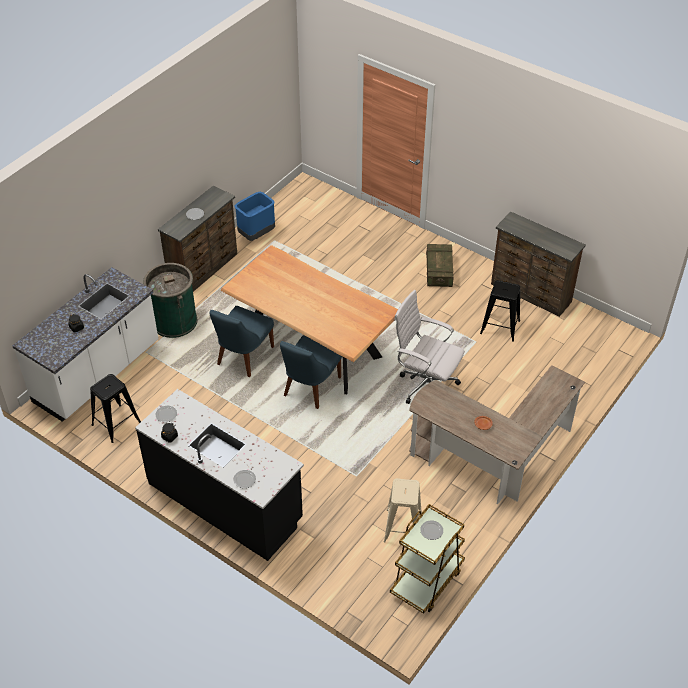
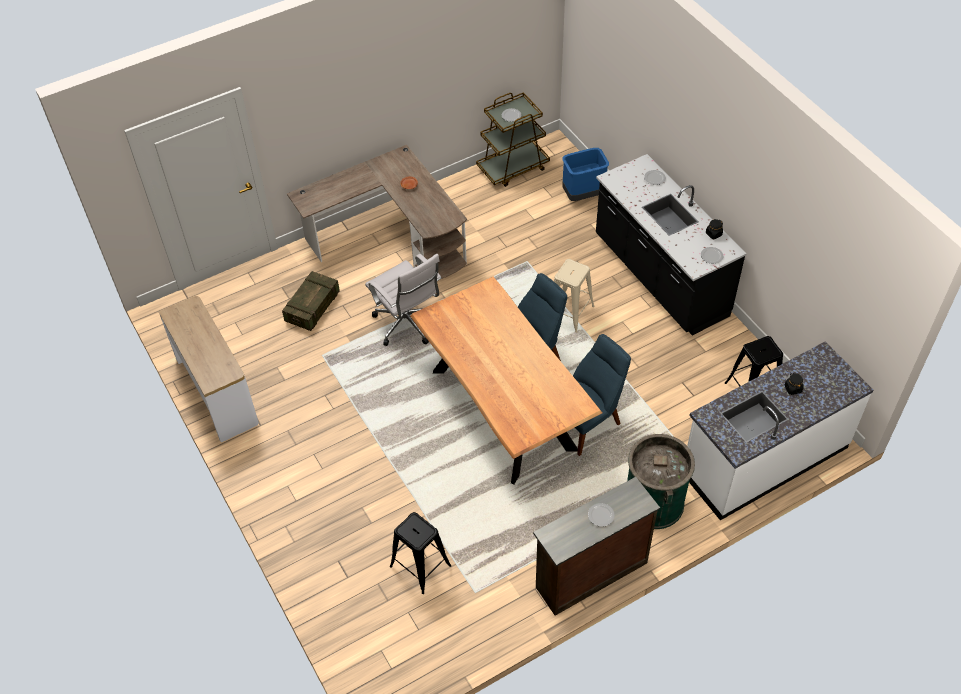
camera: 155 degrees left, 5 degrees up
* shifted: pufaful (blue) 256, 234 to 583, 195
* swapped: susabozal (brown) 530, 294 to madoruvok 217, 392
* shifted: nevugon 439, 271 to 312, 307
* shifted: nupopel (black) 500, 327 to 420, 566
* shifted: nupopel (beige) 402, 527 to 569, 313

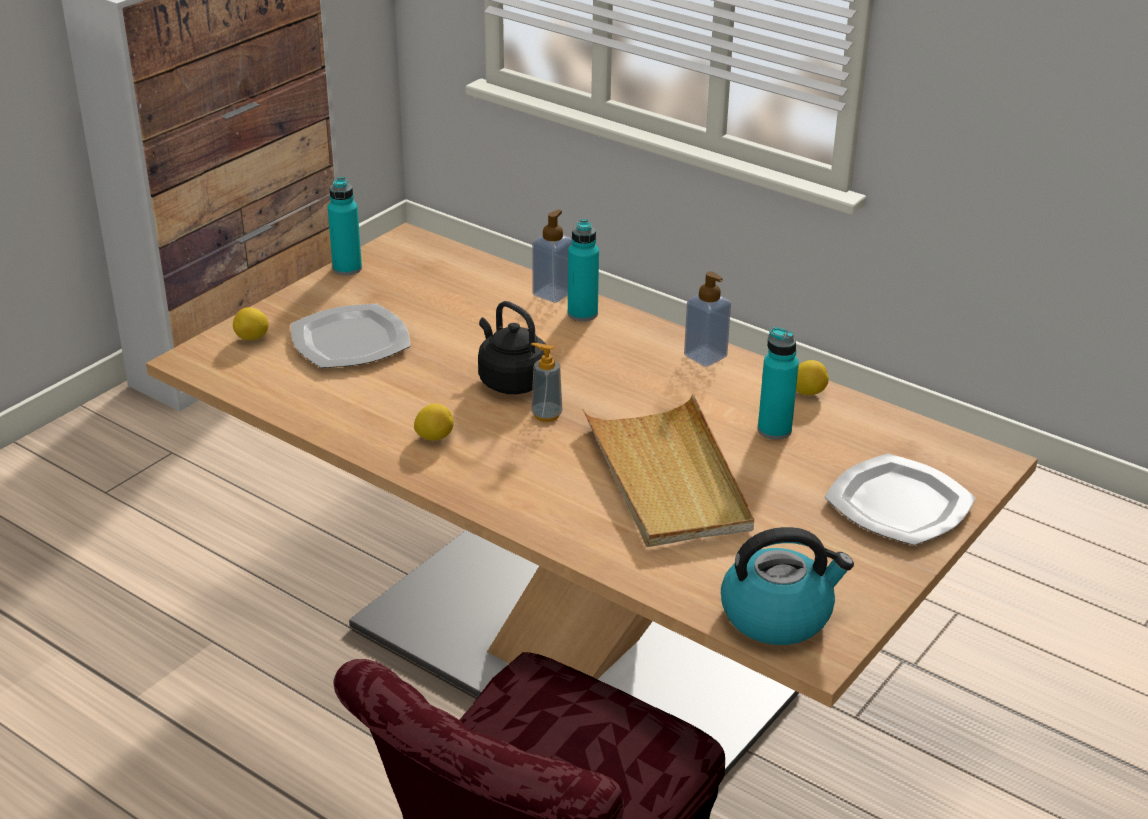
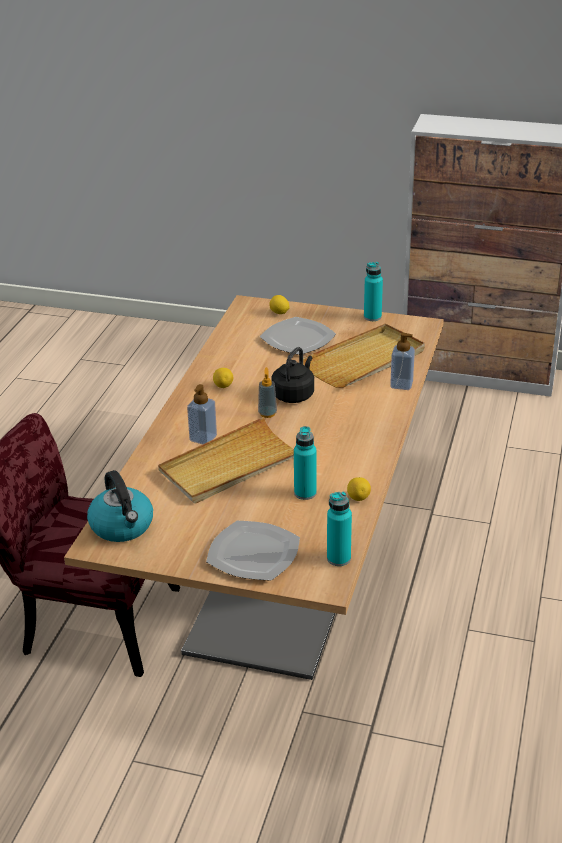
camera: 70 degrees right, 0 degrees up
* shifted: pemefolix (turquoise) 582, 314 to 338, 558
* shifted: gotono 705, 356 to 203, 438
* new: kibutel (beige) 365, 360

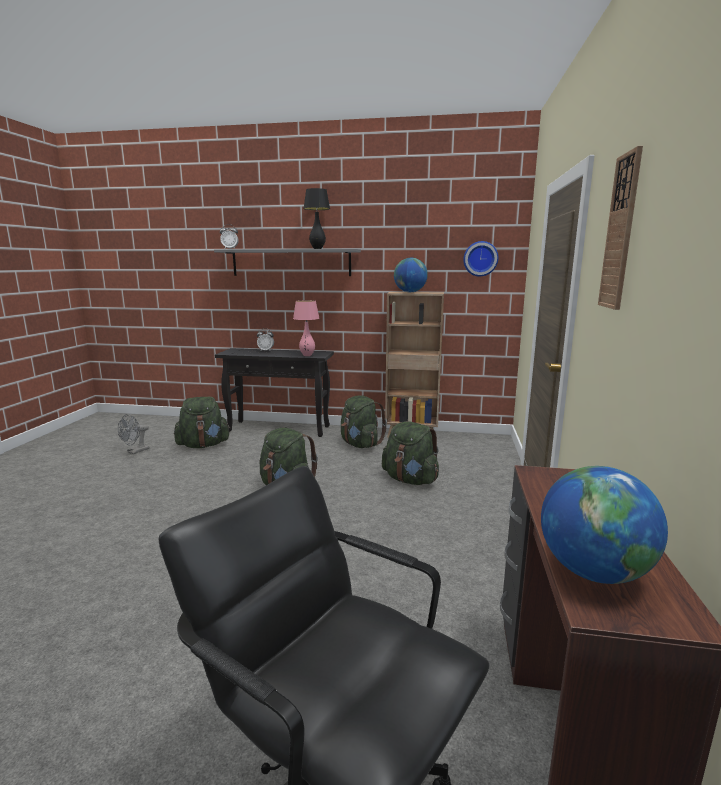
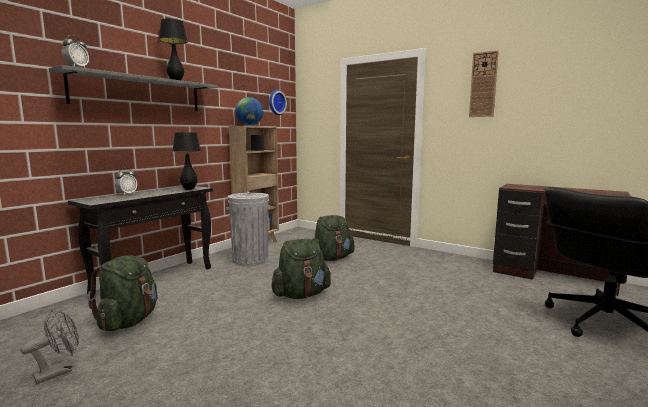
camera: 65 degrees left, 5 degrees down
* repainted: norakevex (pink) 307, 355 to norakevex (black) 189, 189
* swapped: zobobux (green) 360, 444 to pufaful (grey) 250, 260
* rotated: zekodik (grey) 135, 451 = 59, 371 105 degrees counterclockwise
* gone: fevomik 593, 572

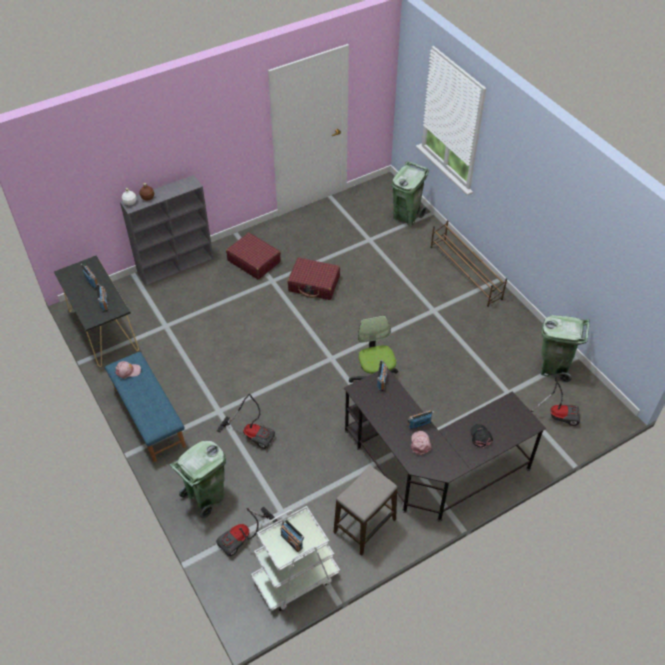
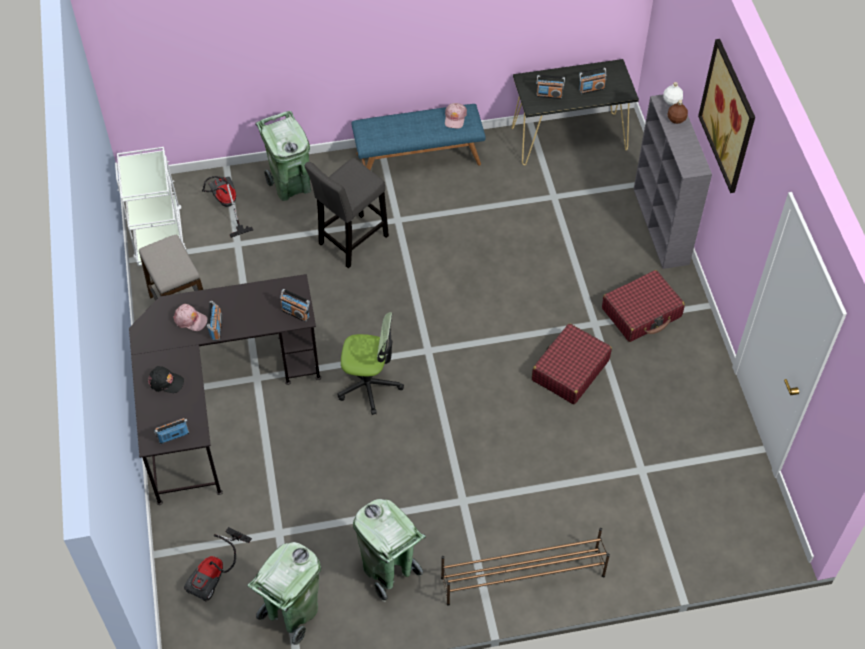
camera: 110 degrees right, 5 degrees up
* shifted: pufaful (green) 406, 216 to 388, 570
* swapped: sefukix 252, 434 to nupopel (grey) 351, 242
* shifted: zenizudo 292, 541 to 173, 436
* new: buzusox 728, 116

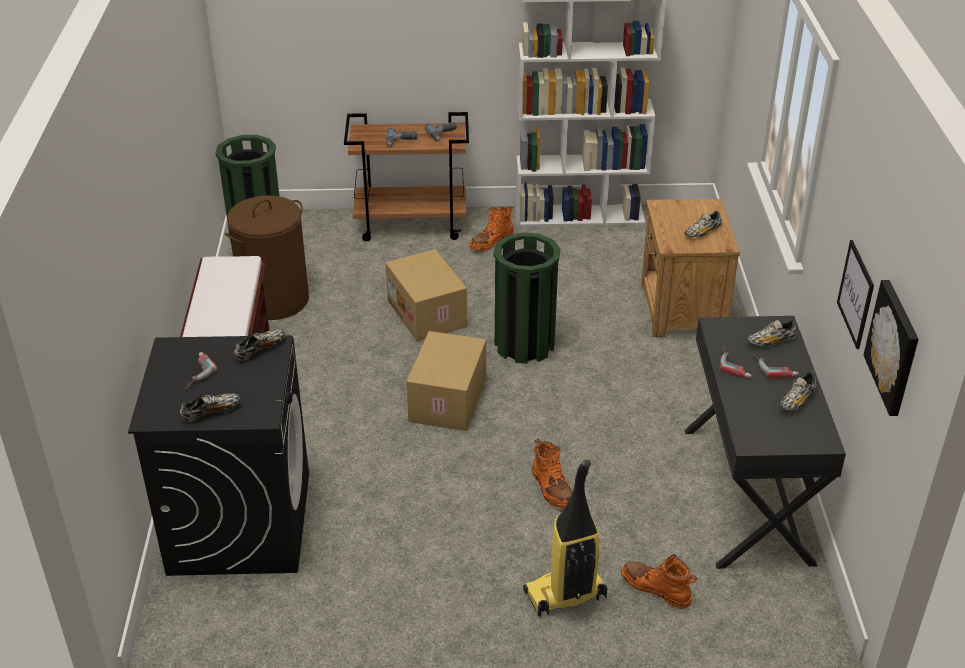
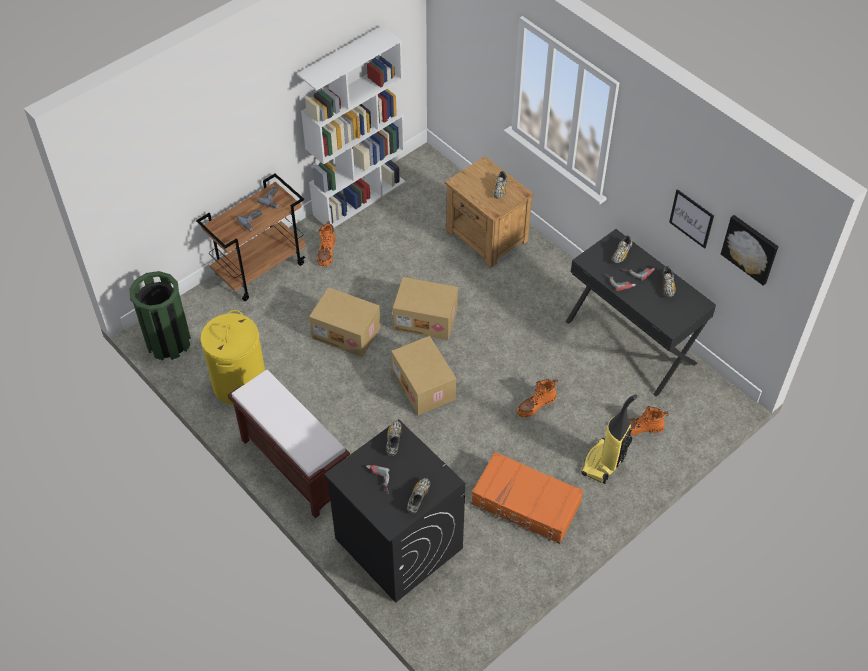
camera: 40 degrees left, 15 degrees up
* repainted: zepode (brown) 274, 300 to zepode (yellow) 239, 383
* swapped: pufaful (green) 524, 344 to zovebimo 426, 318
* rotated: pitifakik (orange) 552, 488 = 536, 405 120 degrees clockwise
* new: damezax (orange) 526, 504

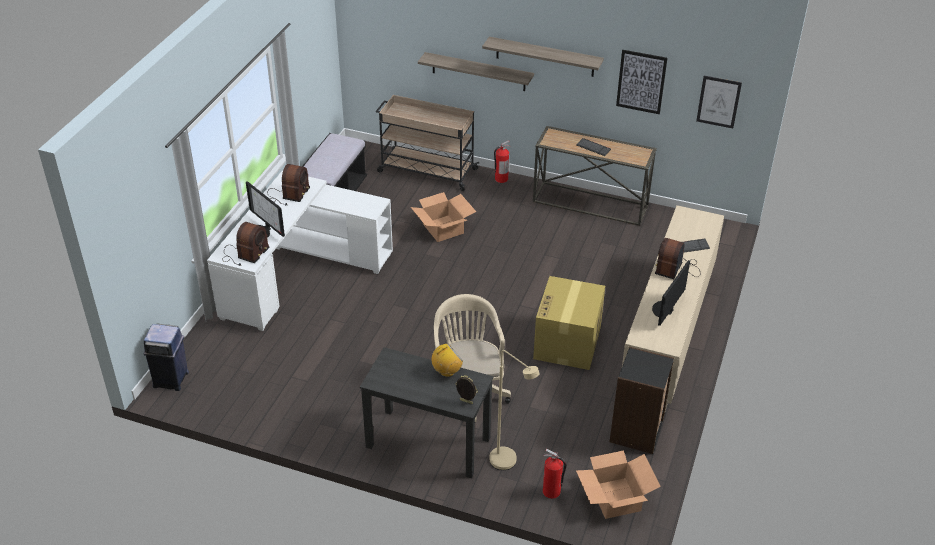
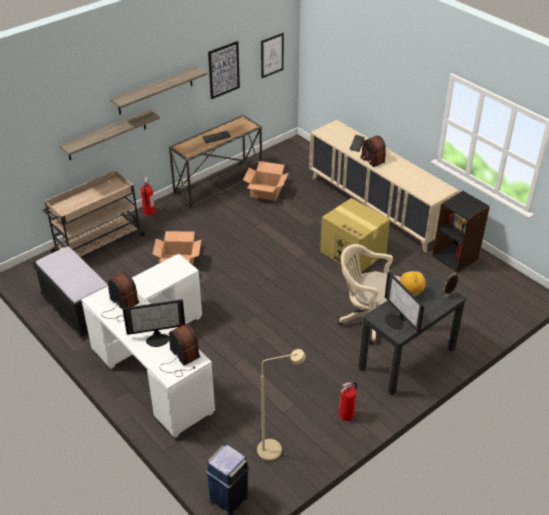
camera: 60 degrees left, 0 degrees up
* shifted: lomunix 664, 310 to 396, 320
* shifted: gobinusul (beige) 508, 464 to 276, 449
* shifted: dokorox 551, 492 to 346, 415
* shifted: zovebimo 615, 498 to 266, 192

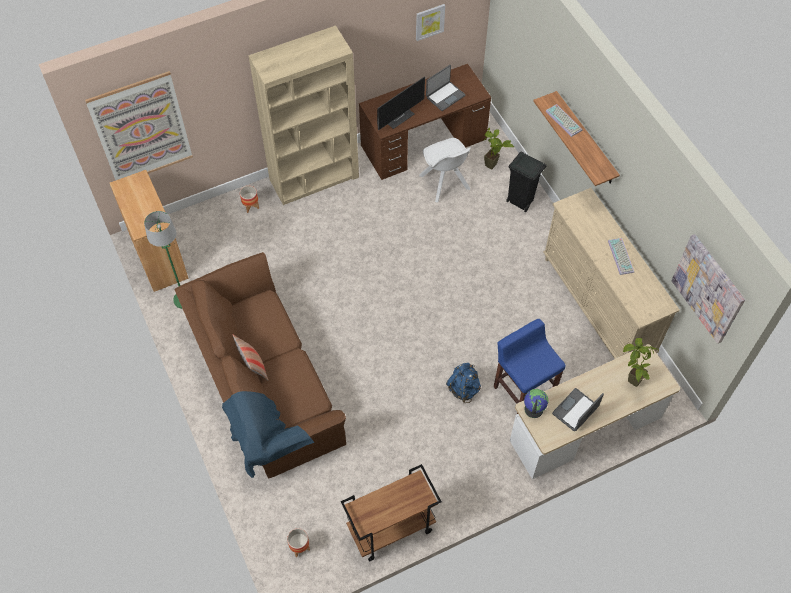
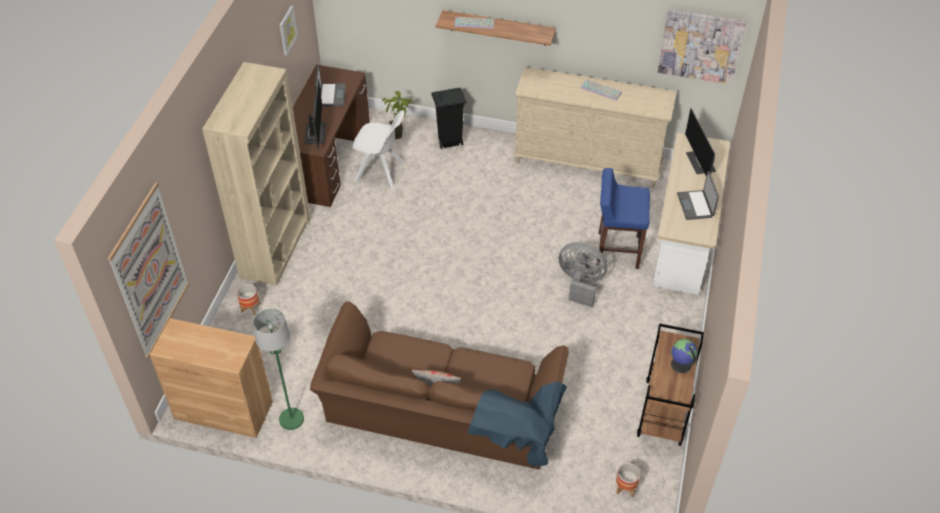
camera: 50 degrees left, 10 degrees down
* swapped: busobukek 630, 383 to lomunix 701, 163
* swapped: zobobux (blue) 463, 388 to zekodik (grey) 580, 284
* shifted: fevomik 533, 409 to 680, 365

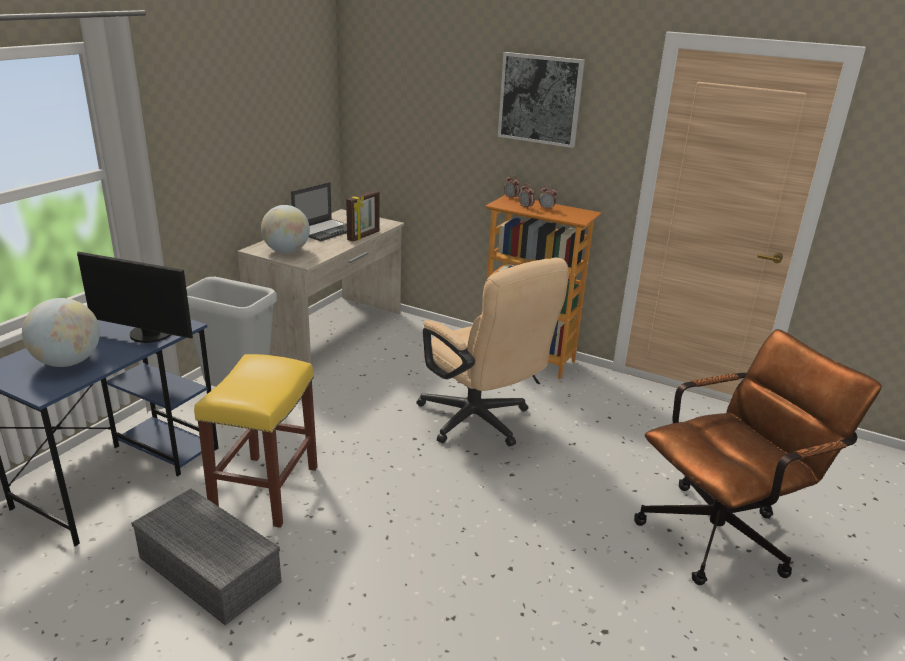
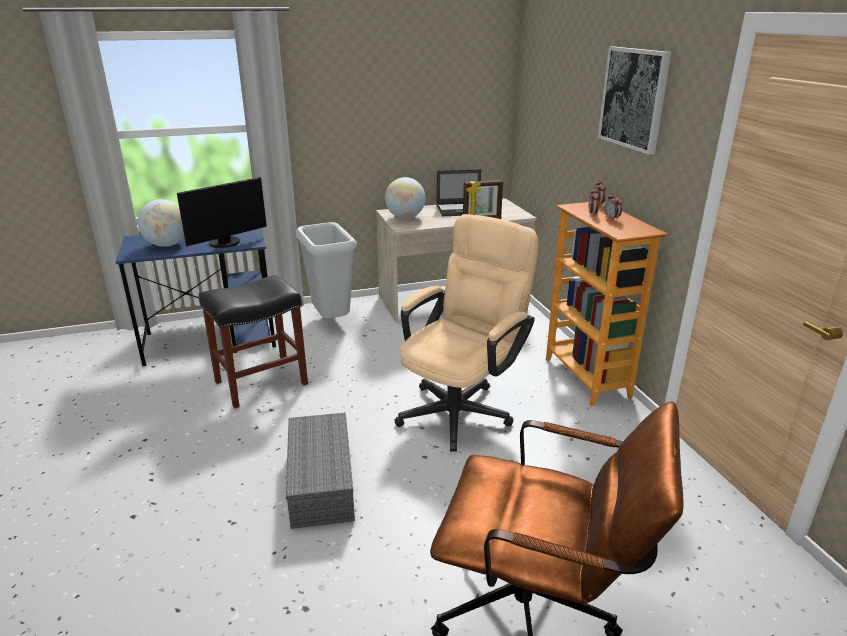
camera: 45 degrees right, 0 degrees up
* rotated: lomunix 148, 335 = 226, 243 105 degrees counterclockwise
* rotated: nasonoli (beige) 480, 423 = 462, 408 150 degrees counterclockwise
* repainted: nupopel (yellow) 266, 491 to nupopel (black) 260, 383
* shifted: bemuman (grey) 212, 569 to 322, 483

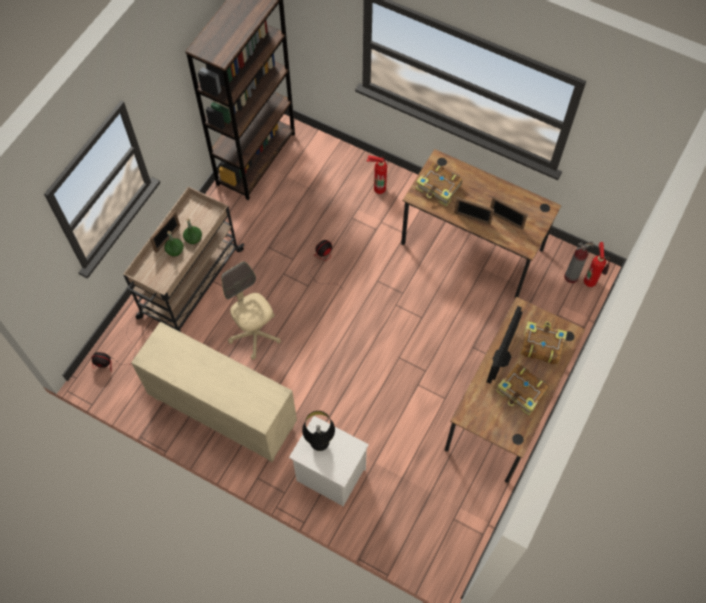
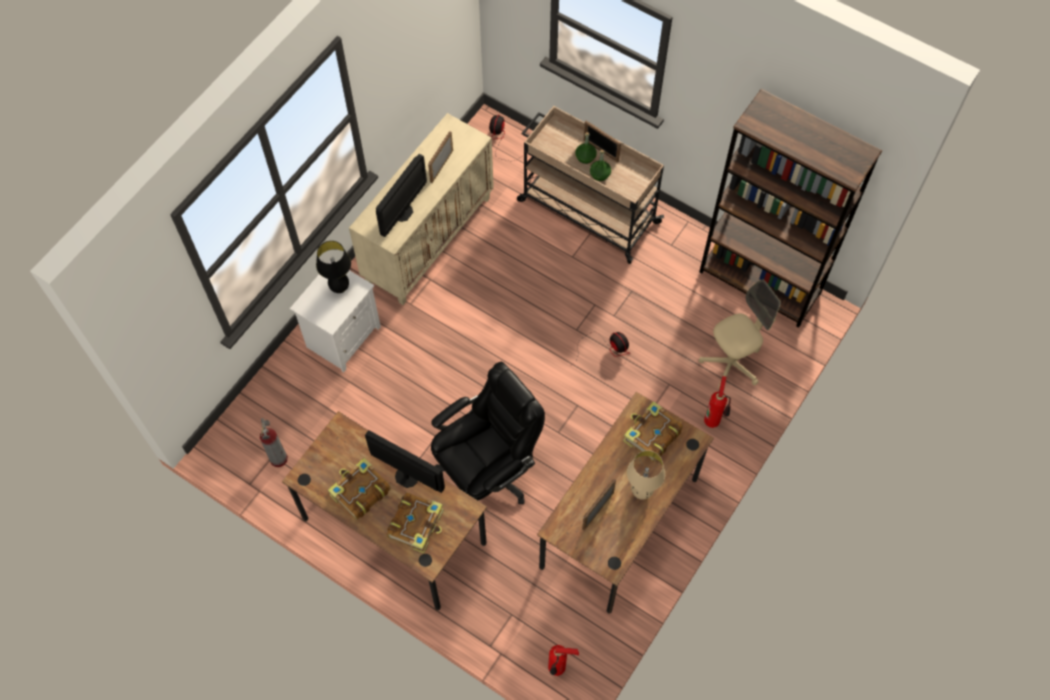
camera: 95 degrees right, 0 degrees up
* shifted: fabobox 472, 218 to 441, 166
* shifted: dokorox 571, 277 to 278, 458
* shifted: nasonoli (beige) 255, 334 to 731, 364
* new: lomunix 402, 212
* new: nasonoli (black) 487, 470
* new: norakevex (beige) 641, 492

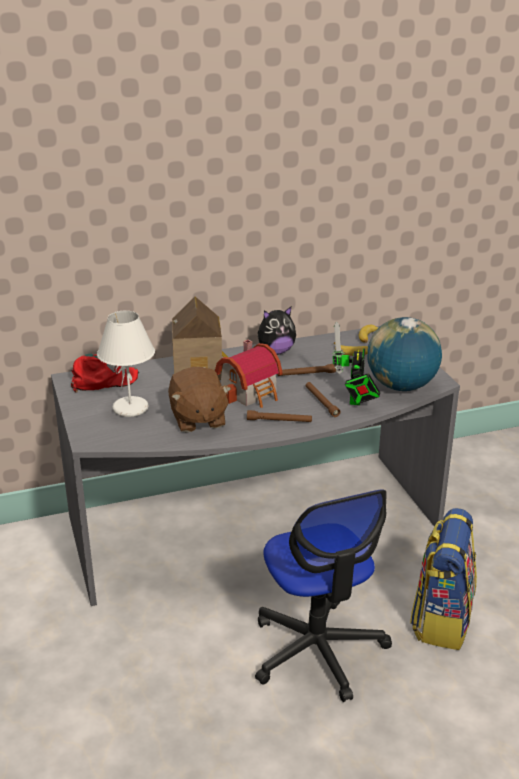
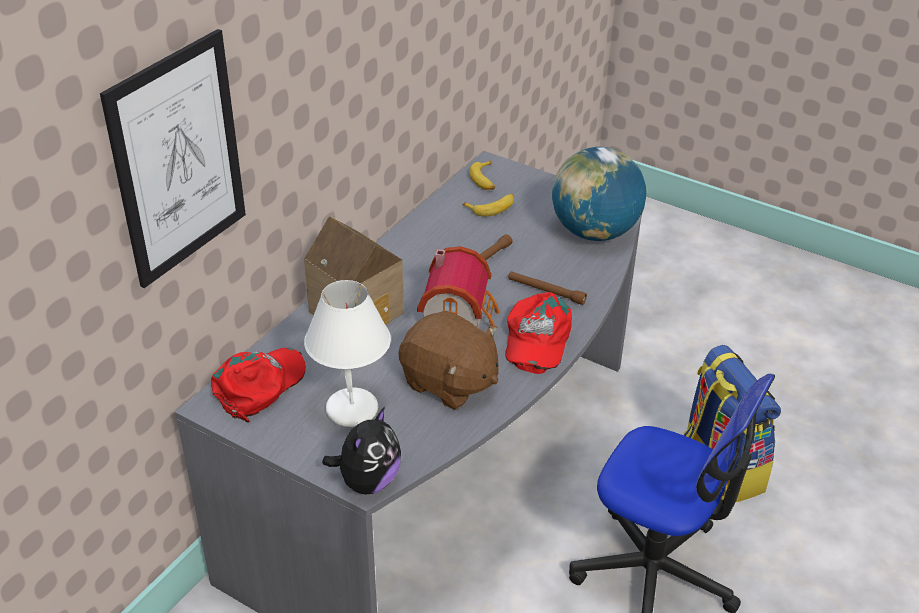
camera: 40 degrees left, 10 degrees up
* shifted: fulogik 275, 351 to 367, 481
* gone: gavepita 355, 401
* swapped: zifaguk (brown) 279, 421 to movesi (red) 536, 338
* new: buzusox 178, 159

